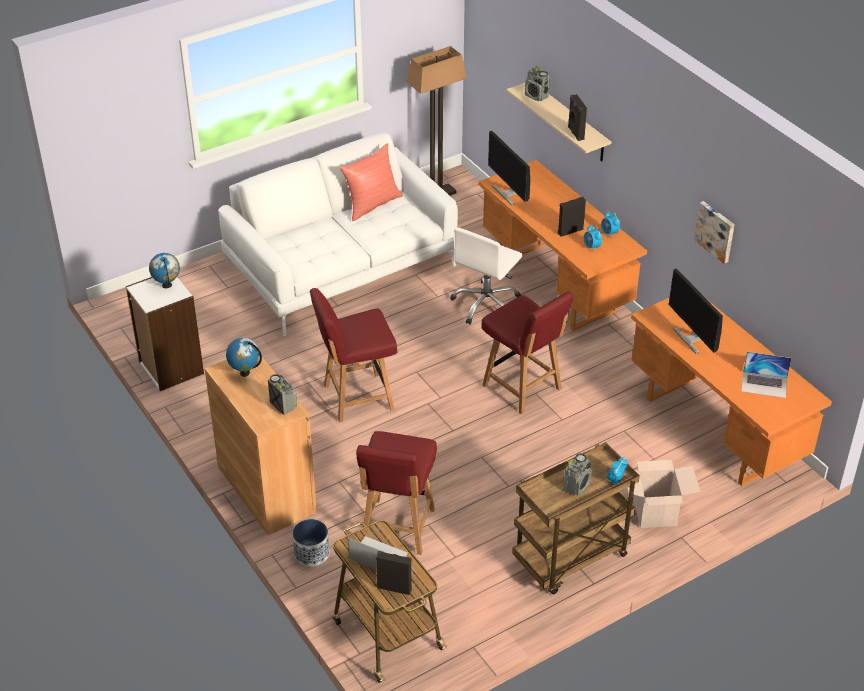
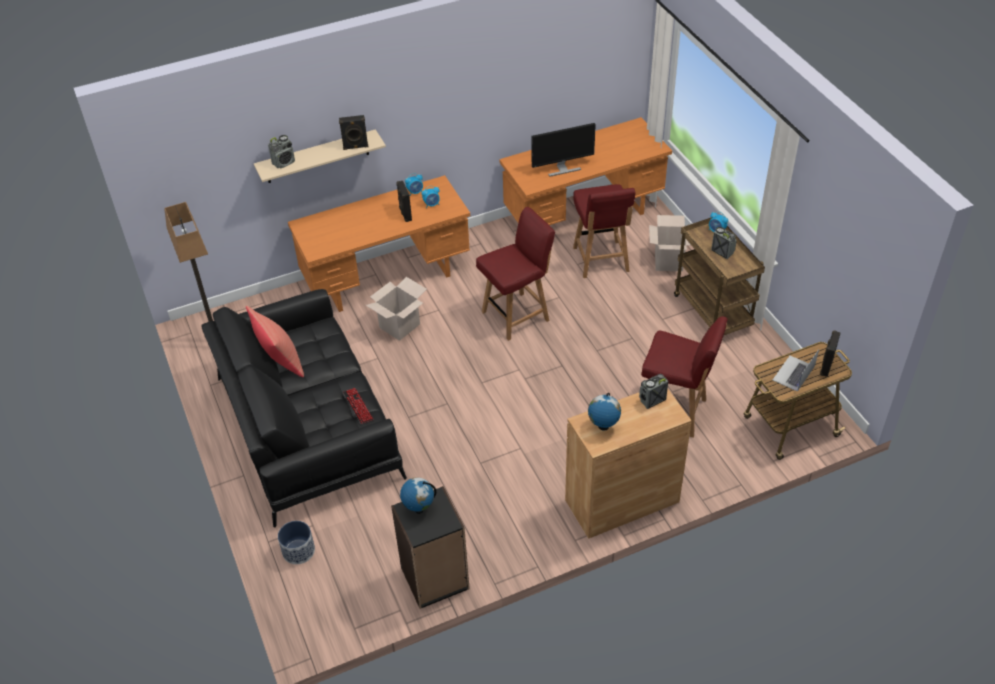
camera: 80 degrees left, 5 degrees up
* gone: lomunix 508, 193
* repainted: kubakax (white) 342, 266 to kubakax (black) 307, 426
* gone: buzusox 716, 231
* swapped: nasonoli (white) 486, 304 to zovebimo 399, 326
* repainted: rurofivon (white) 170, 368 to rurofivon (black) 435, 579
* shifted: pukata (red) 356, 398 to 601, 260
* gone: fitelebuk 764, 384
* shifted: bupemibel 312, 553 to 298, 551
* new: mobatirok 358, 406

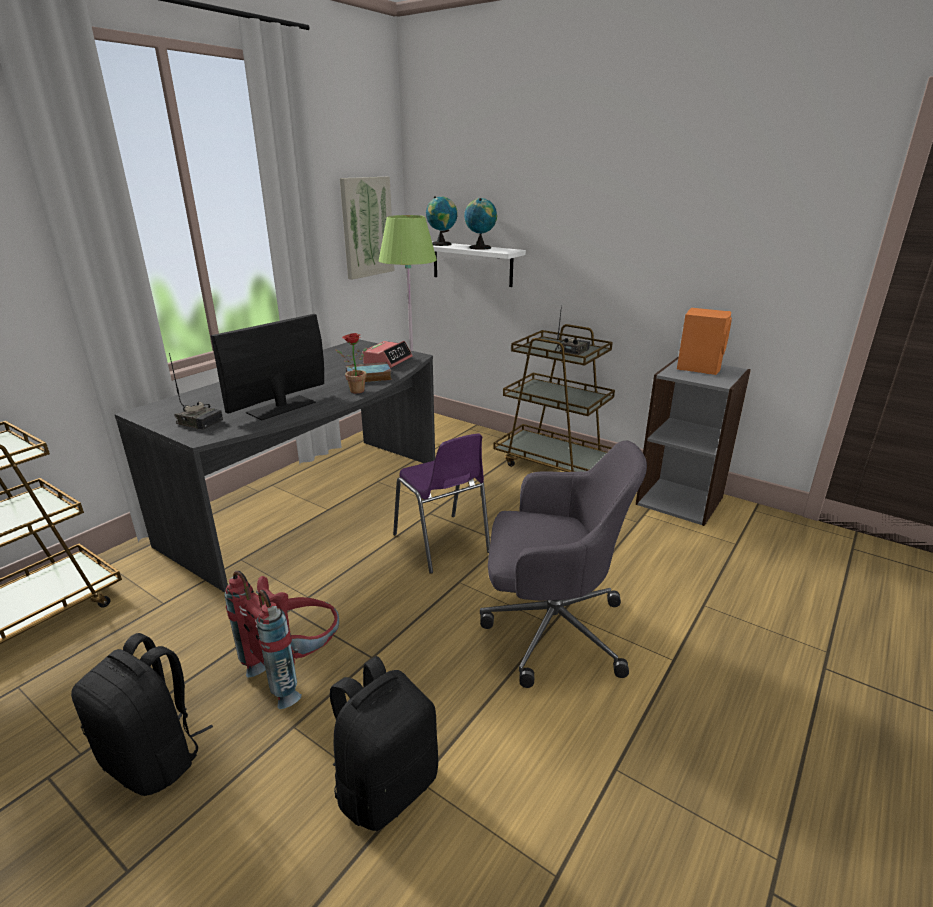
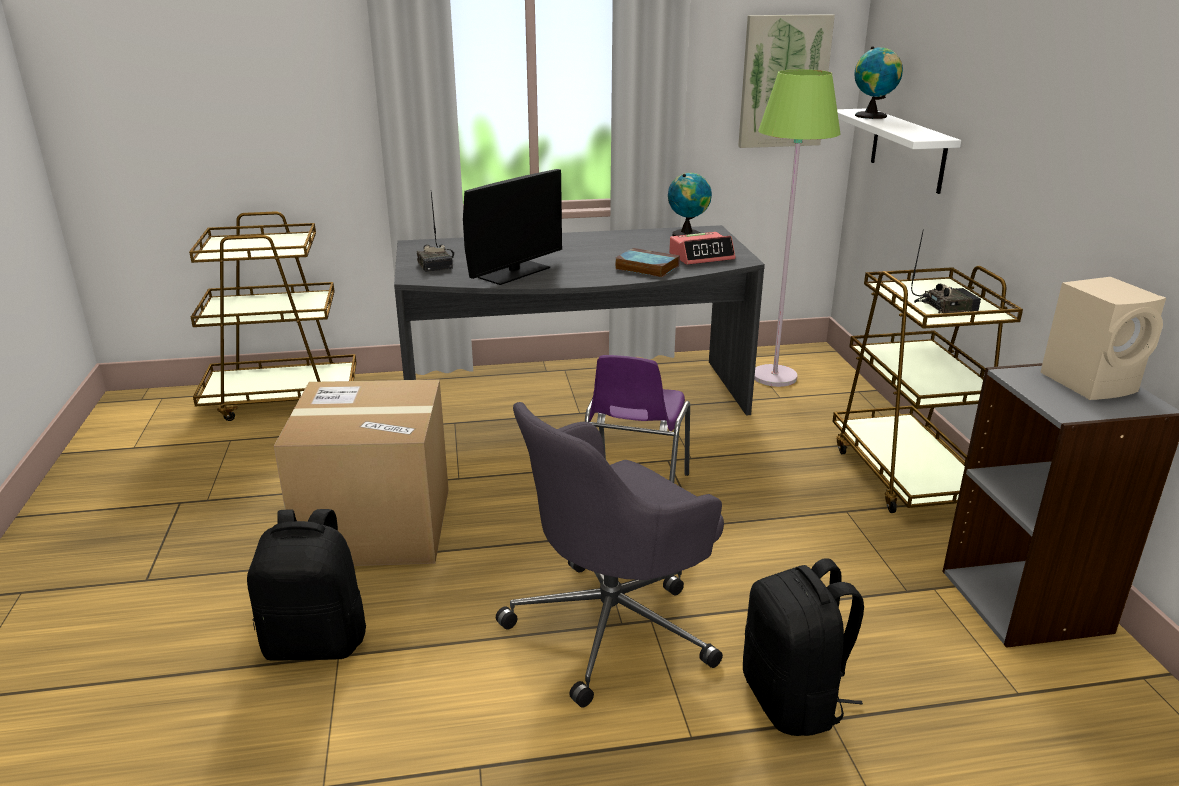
camera: 45 degrees right, 0 degrees up
* shifted: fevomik 480, 247 to 688, 234
* repainted: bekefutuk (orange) 699, 367 to bekefutuk (beige) 1091, 383
* rotated: lomunix 281, 407 = 514, 272 135 degrees clockwise
* gone: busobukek 354, 390
* rotated: nasonoli (grey) 550, 628 = 613, 626 90 degrees clockwise
* swapped: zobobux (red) 296, 668 to zovebimo 377, 525
* shifted: zobobux (black) 155, 758 to 794, 700

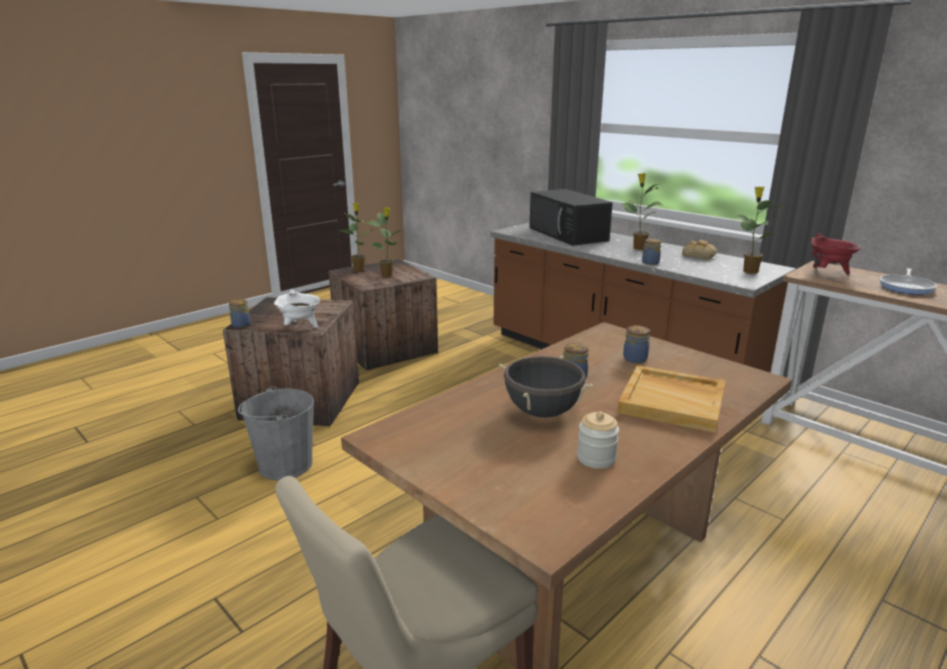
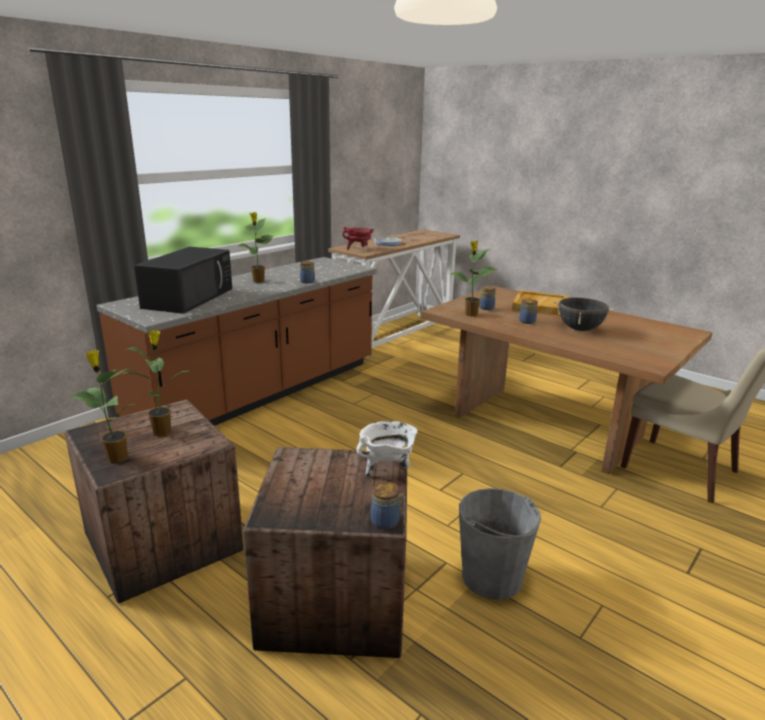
camera: 95 degrees left, 0 degrees up
* shifted: busobukek 749, 271 to 470, 314
* rotated: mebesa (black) 568, 234 = 189, 297 45 degrees counterclockwise
* gone: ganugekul 698, 255
* gone: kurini 596, 458

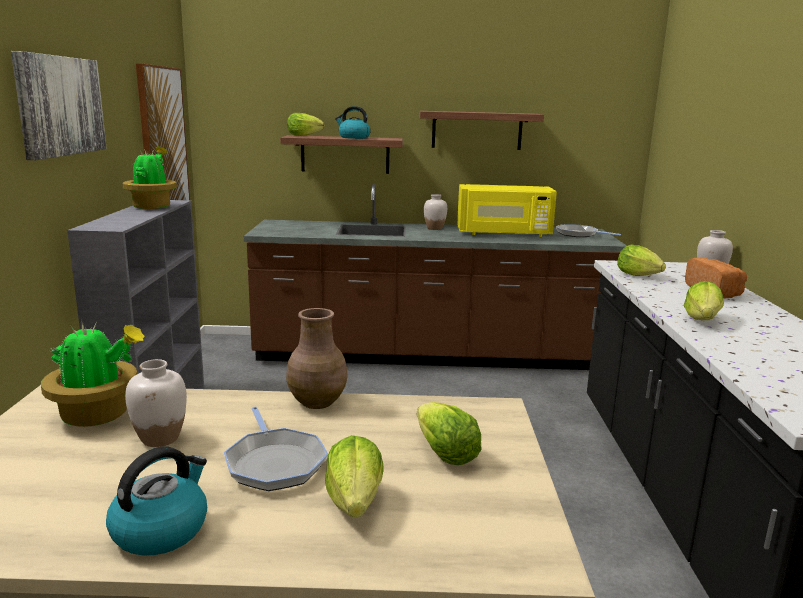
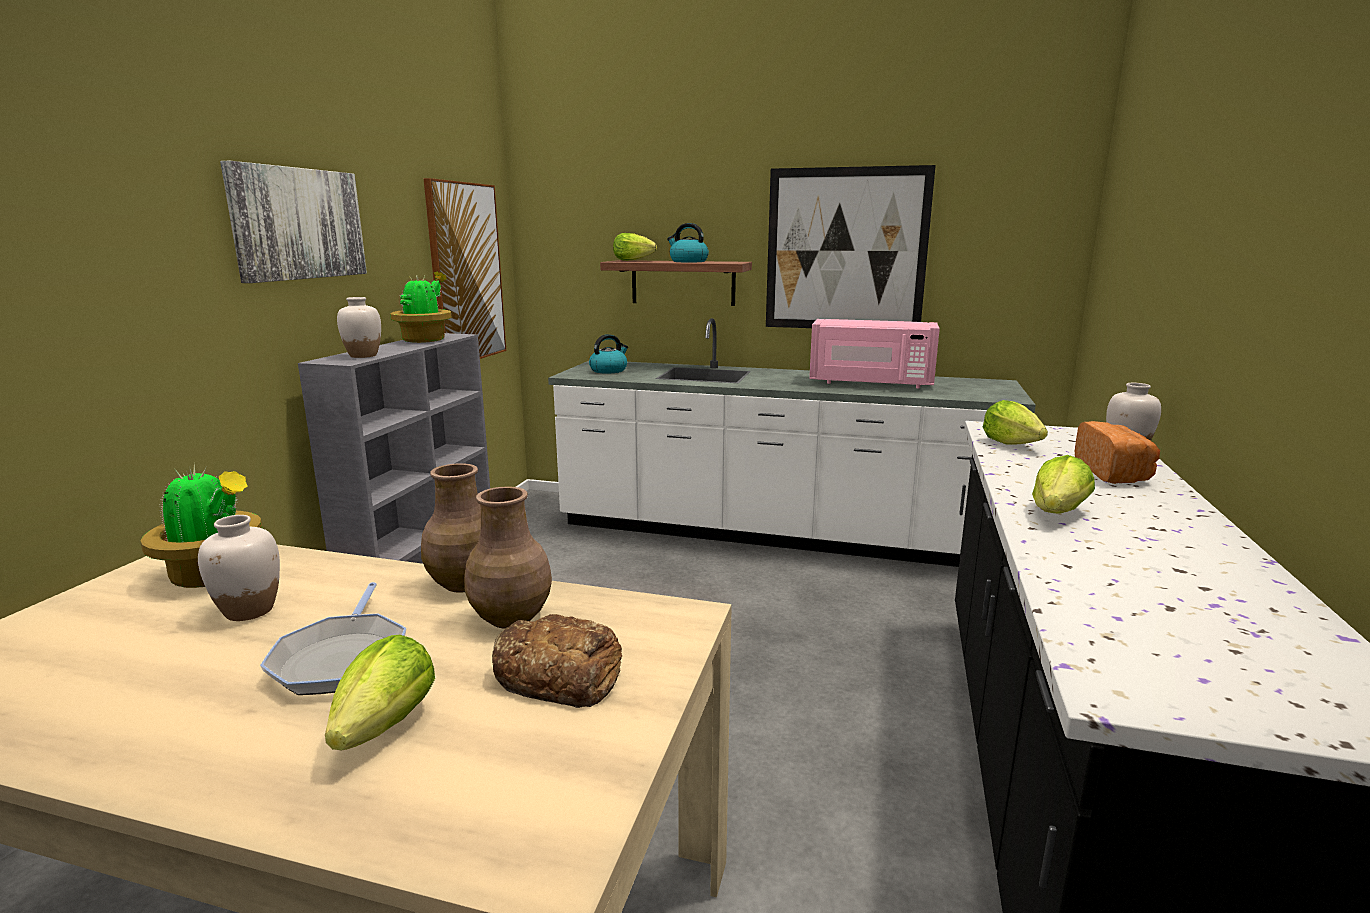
camera: 15 degrees right, 0 degrees up
* swapped: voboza 477, 130 to buzusox 845, 250
* repainted: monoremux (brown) 429, 356 to monoremux (white) 774, 534
* repainted: mebesa (yellow) 504, 233 to mebesa (pink) 870, 383
* shifted: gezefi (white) 434, 228 to 363, 356
* gone: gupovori 579, 234
* swapped: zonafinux 445, 454 to ganugekul 559, 673
* shifted: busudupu 161, 530 to 609, 370
* new: gezefi (brown) 511, 618

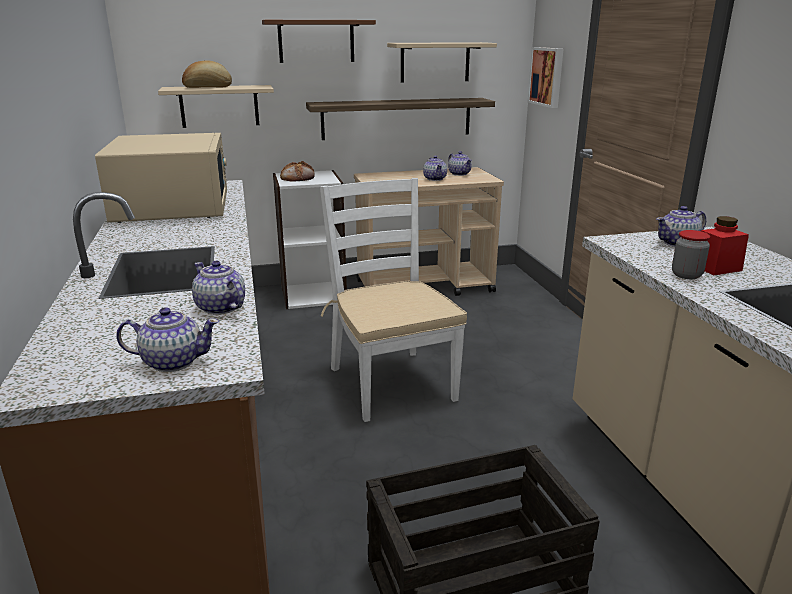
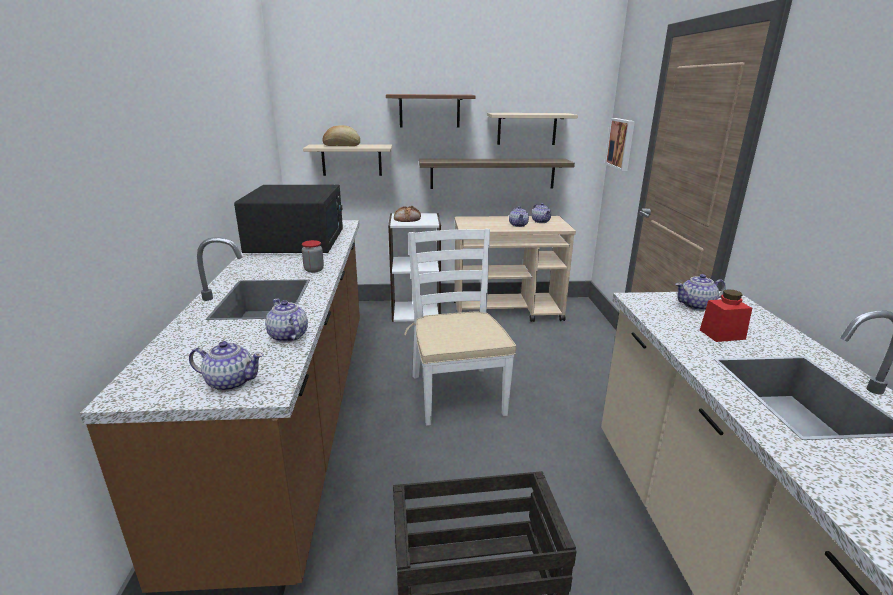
camera: 10 degrees right, 0 degrees up
* repainted: mebesa (beige) 173, 206 to mebesa (black) 297, 241
* shifted: kurini 686, 275 to 314, 270

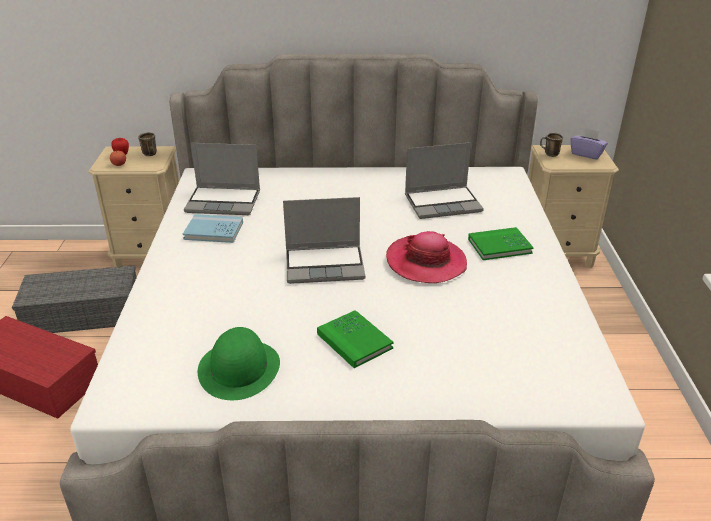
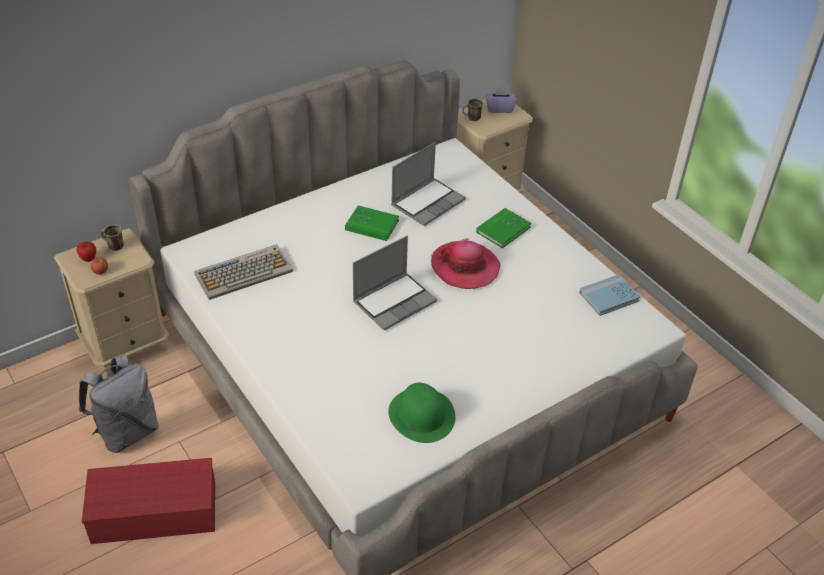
camera: 35 degrees left, 10 degrees up
* swapped: fitelebuk 224, 202 to mobatirok 244, 272
* shifted: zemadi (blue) 213, 231 to 609, 297
* swapped: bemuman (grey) 85, 313 to zobobux (grey) 127, 432
* shifted: zemadi (green) 354, 341 to 372, 225

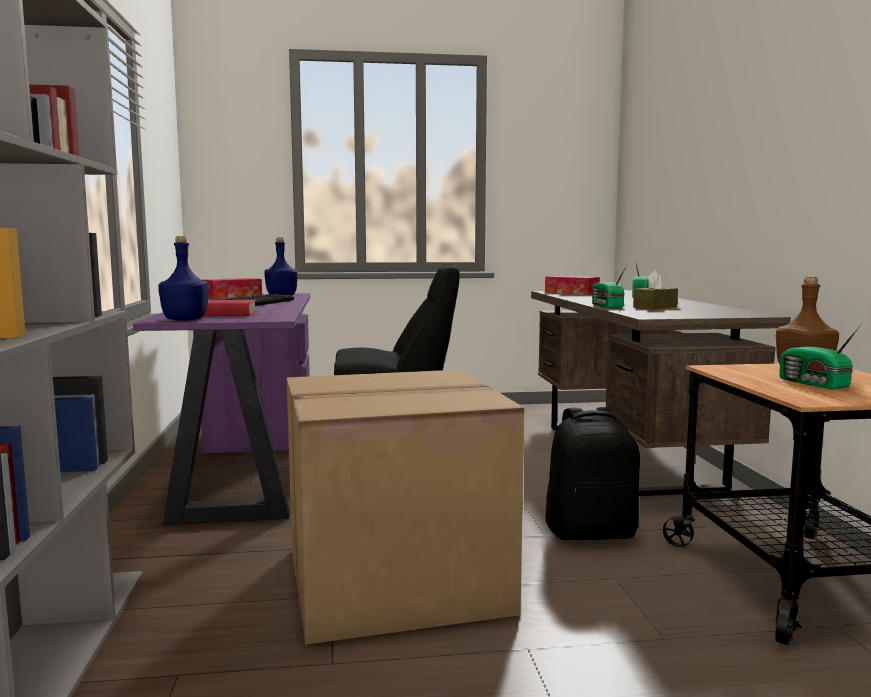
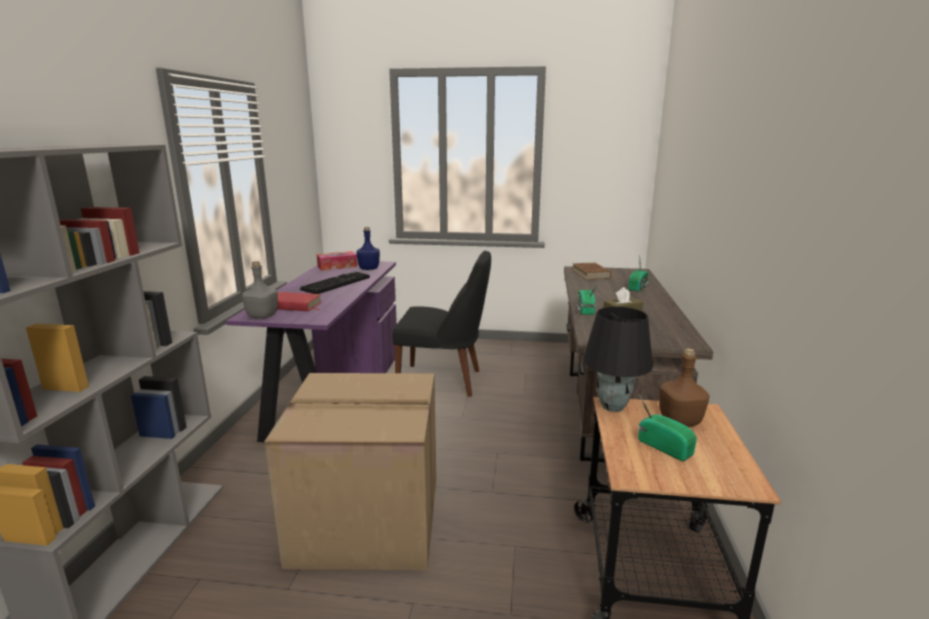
camera: 15 degrees right, 10 degrees up
* repainted: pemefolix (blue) 185, 319 to pemefolix (grey) 262, 316
* swapped: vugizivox 571, 293 to zemadi (brown) 590, 274
* rotated: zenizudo 814, 384 = 664, 446 150 degrees clockwise
* gone: zobobux (black) 591, 532
* new: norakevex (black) 613, 407

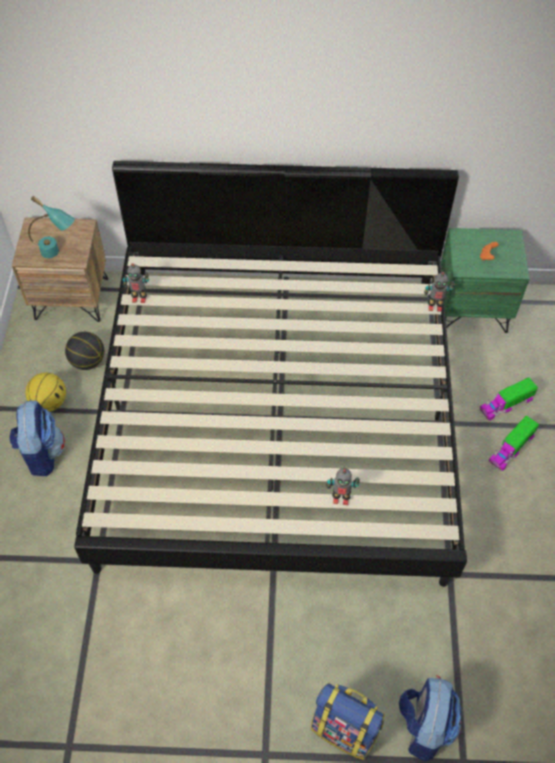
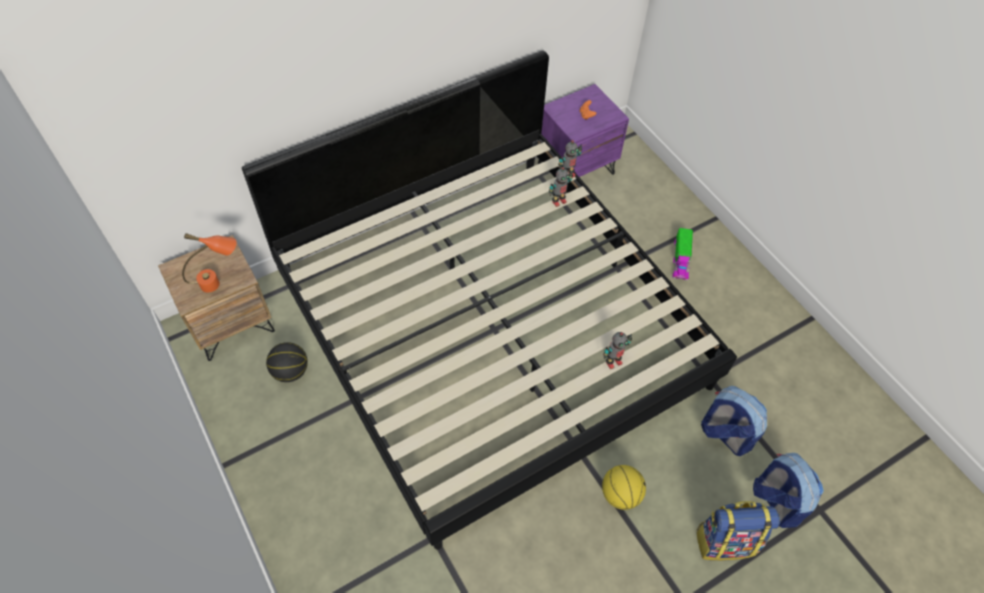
camera: 35 degrees left, 0 degrees up
* repainted: norakevex (turquoise) 57, 253 to norakevex (orange) 219, 283
* repainted: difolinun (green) 471, 309 to difolinun (purple) 575, 168
* shifted: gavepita 139, 298 to 558, 201
* shifted: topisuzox 50, 402 to 620, 494
* gone: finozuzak 506, 404
* shifted: zobobux 41, 453 to 724, 434

